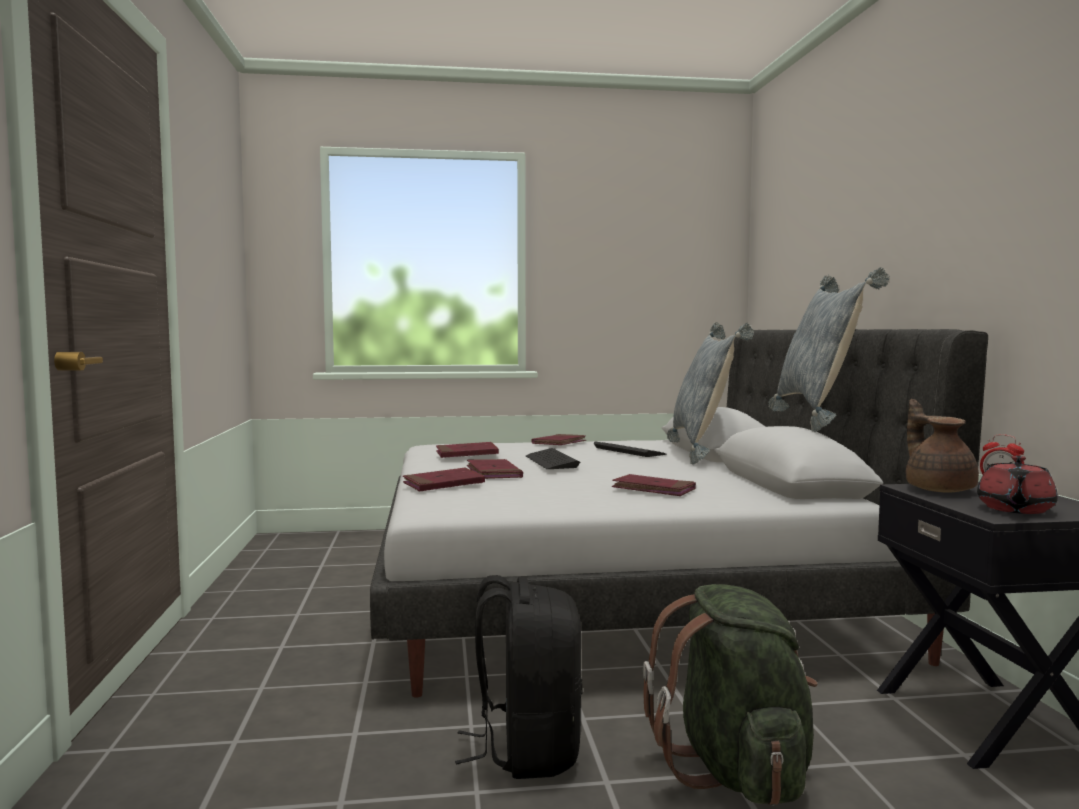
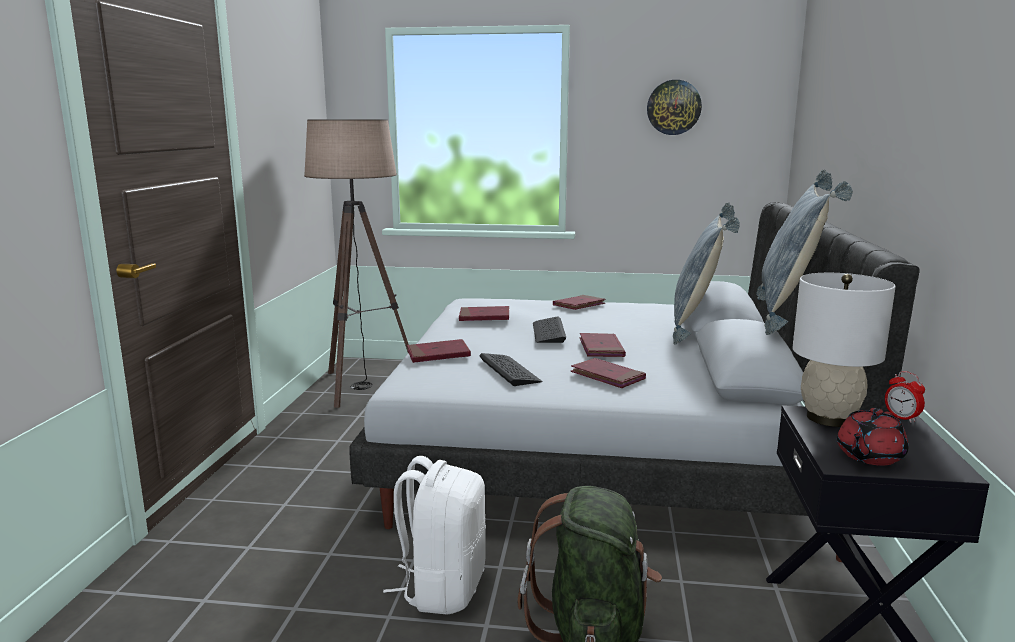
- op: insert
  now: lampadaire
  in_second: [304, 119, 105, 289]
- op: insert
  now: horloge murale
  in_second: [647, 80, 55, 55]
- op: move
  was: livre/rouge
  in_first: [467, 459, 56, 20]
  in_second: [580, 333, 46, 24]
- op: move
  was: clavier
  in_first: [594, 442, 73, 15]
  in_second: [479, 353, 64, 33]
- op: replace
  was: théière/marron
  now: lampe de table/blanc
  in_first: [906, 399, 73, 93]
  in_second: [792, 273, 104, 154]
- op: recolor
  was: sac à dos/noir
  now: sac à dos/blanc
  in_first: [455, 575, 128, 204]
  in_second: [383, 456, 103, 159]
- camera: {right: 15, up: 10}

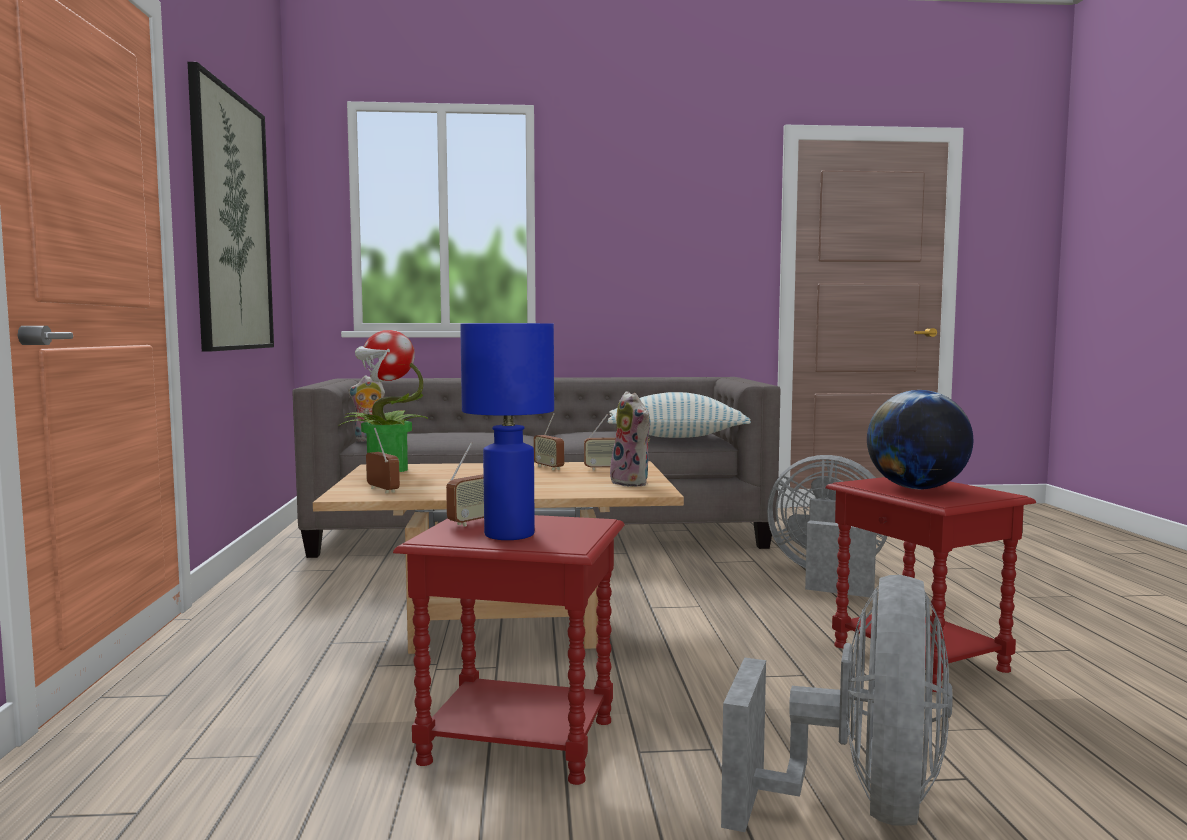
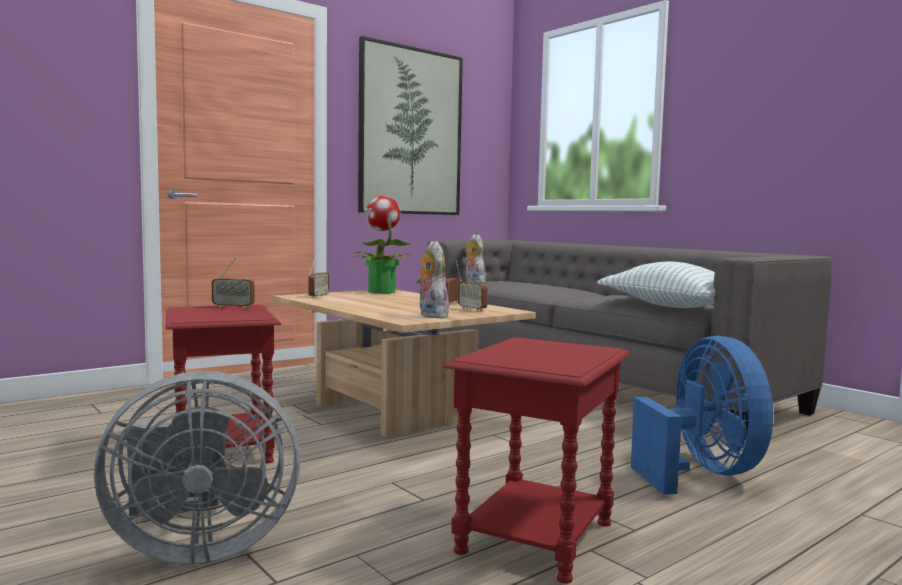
- op: delete
  was: lampe de table/bleu
  in_first: [460, 323, 94, 217]
- op: delete
  was: globe
  in_first: [867, 390, 106, 99]
- op: recolor
  was: ventilateur/gris
  now: ventilateur/bleu
  in_first: [767, 455, 120, 143]
  in_second: [631, 336, 142, 159]
- op: rotate
  was: peluche
  in_first: [607, 391, 43, 96]
  in_second: [416, 241, 33, 77]
  clockwise: 135
- camera: {right: 55, up: 0}

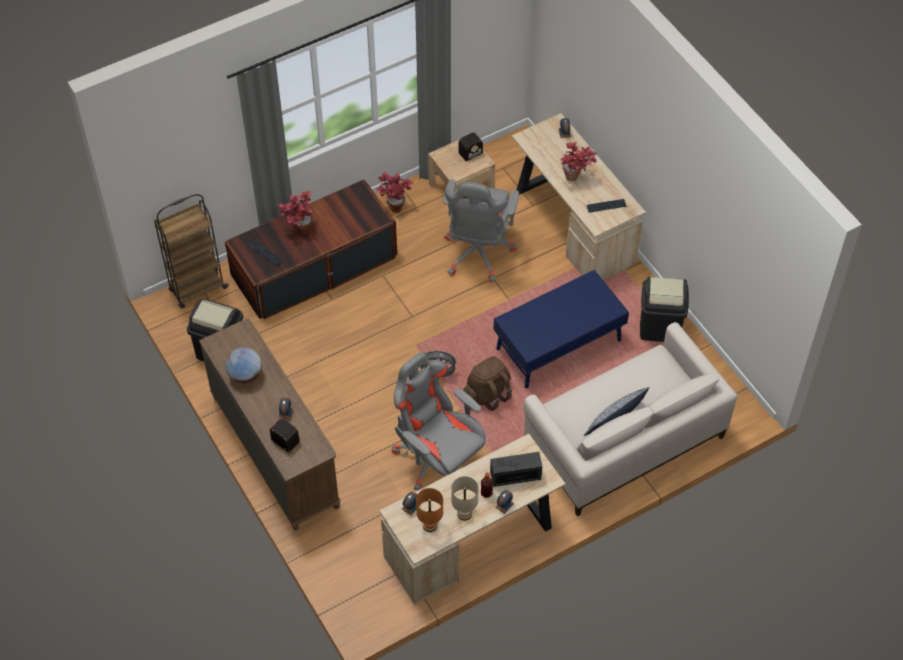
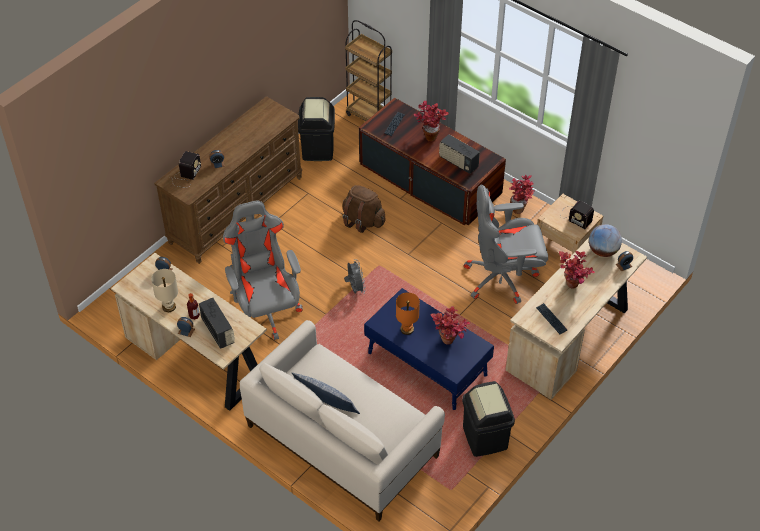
- op: insert
  now: plante en pot
  in_second: [430, 306, 40, 38]
- op: insert
  now: radio
  in_second: [439, 134, 41, 40]
- op: move
  was: globe
  in_first: [225, 347, 37, 37]
  in_second: [589, 224, 33, 33]
- op: move
  was: lampe de table/orange
  in_first: [416, 488, 27, 44]
  in_second: [396, 292, 24, 43]
- op: move
  was: sac à dos/marron
  in_first: [464, 356, 48, 55]
  in_second: [343, 185, 42, 48]
- op: rotate
  was: chaise de bureau/gris
  in_first: [392, 352, 94, 139]
  in_second: [223, 201, 80, 139]
  clockwise: -45
- camera: {right: 70, up: -5}

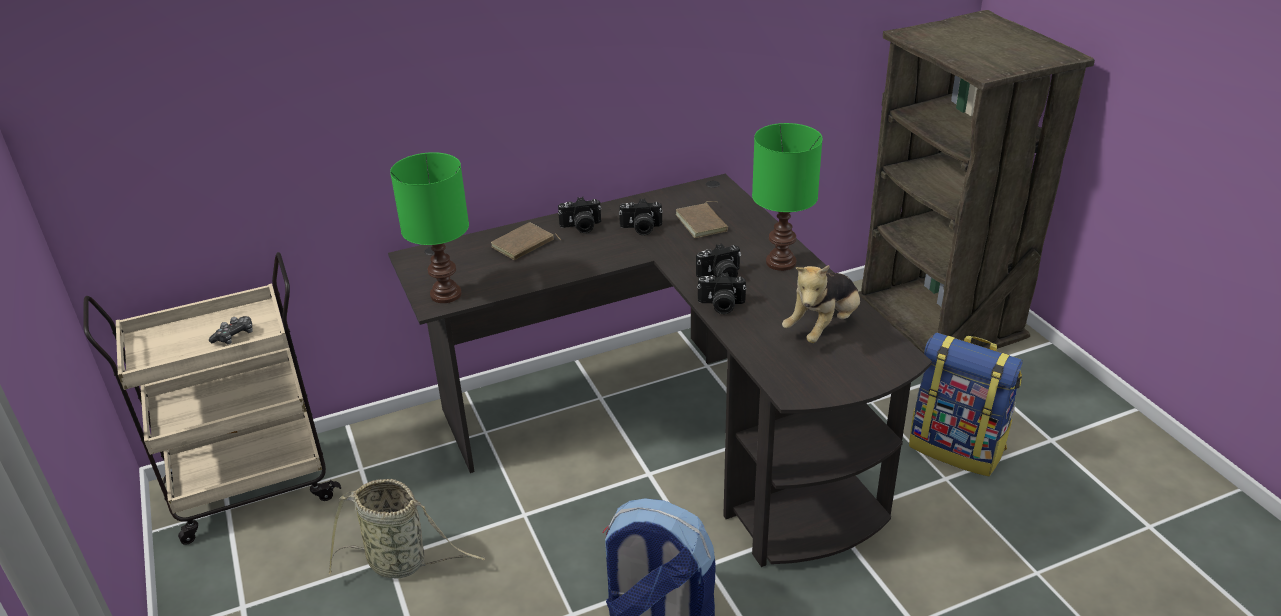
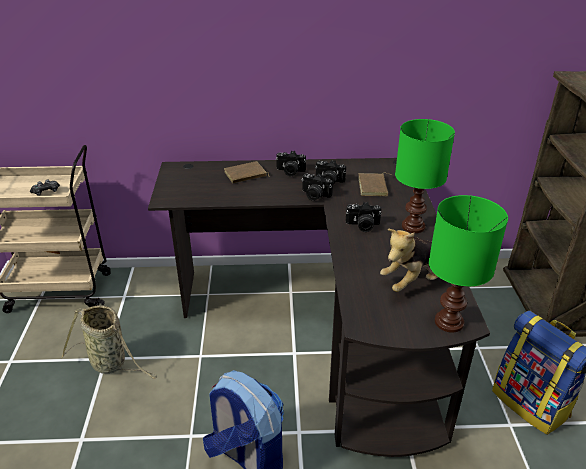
- op: move
  was: lampe de table/vert
  in_first: [390, 152, 79, 151]
  in_second: [429, 195, 79, 138]
- op: move
  was: appareil photo
  in_first: [697, 272, 49, 42]
  in_second: [302, 173, 31, 28]
- camera: {right: 20, up: 0}

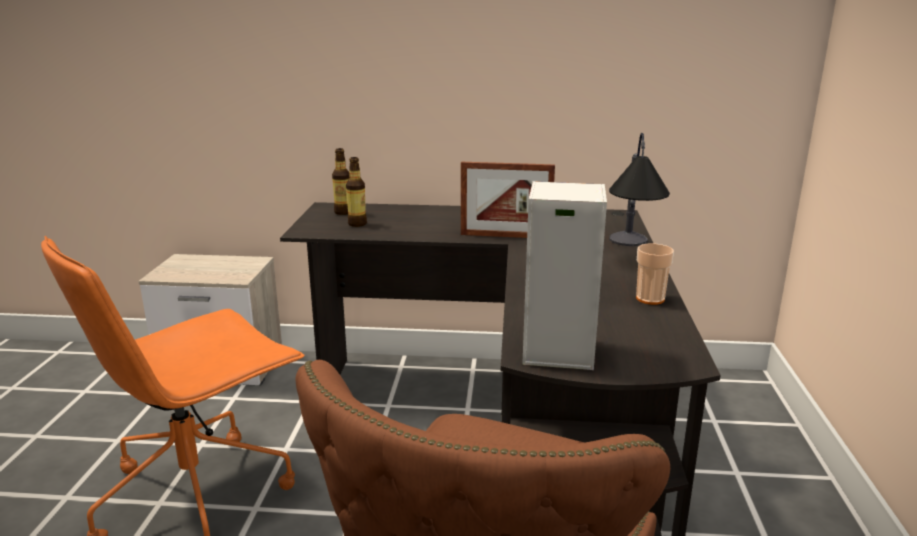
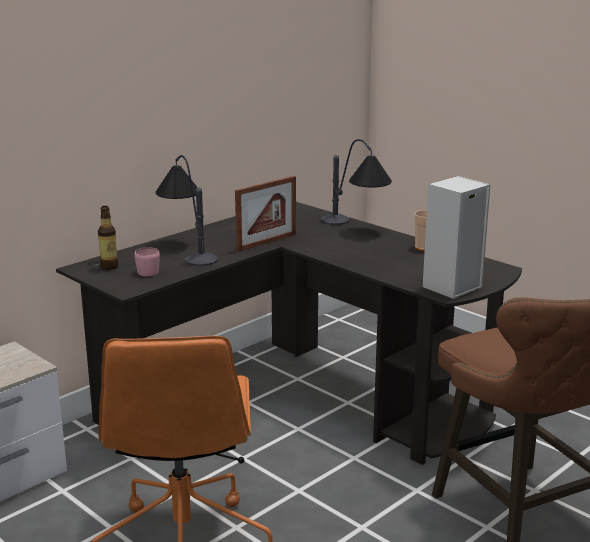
- op: insert
  now: lampe de table
  in_second: [156, 155, 62, 111]
- op: replace
  was: bouteille
  now: mug/rose
  in_first: [346, 157, 21, 70]
  in_second: [134, 248, 26, 28]
- camera: {right: -50, up: 0}

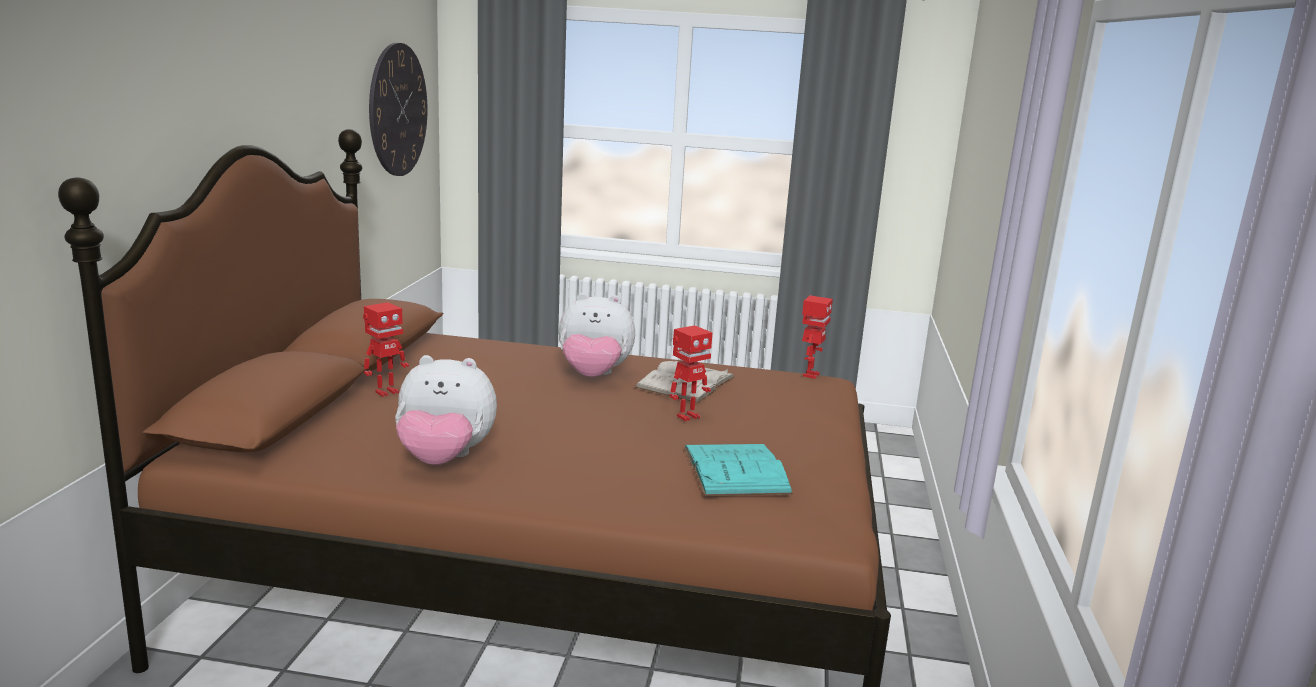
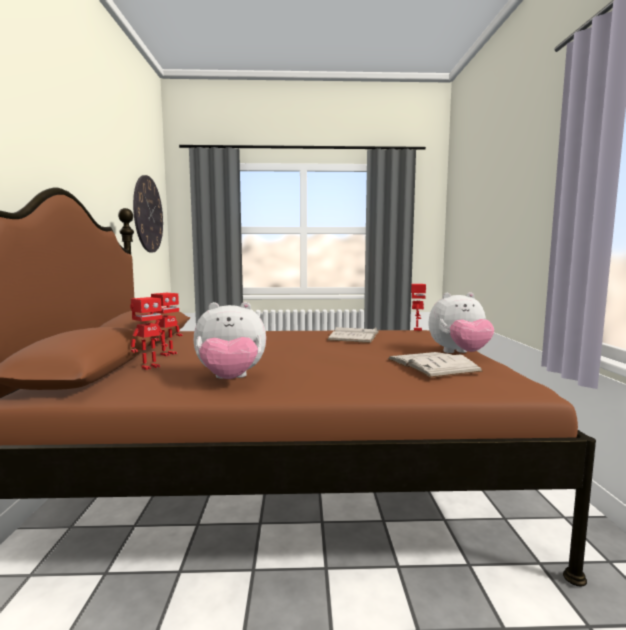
- op: move
  was: peluche
  in_first: [559, 293, 76, 84]
  in_second: [429, 292, 65, 61]
- op: move
  was: robot jouet
  in_first: [670, 325, 42, 97]
  in_second: [130, 297, 38, 73]
- op: recolor
  was: livre/turquoise
  now: livre/blanc
  in_first: [684, 444, 109, 52]
  in_second: [388, 352, 95, 26]
- camera: {right: -10, up: -10}

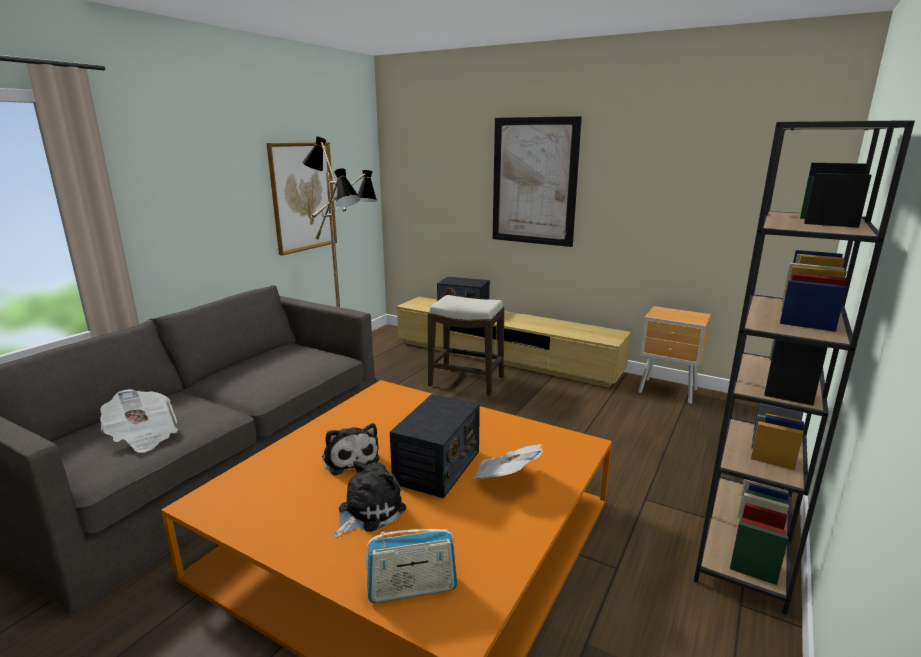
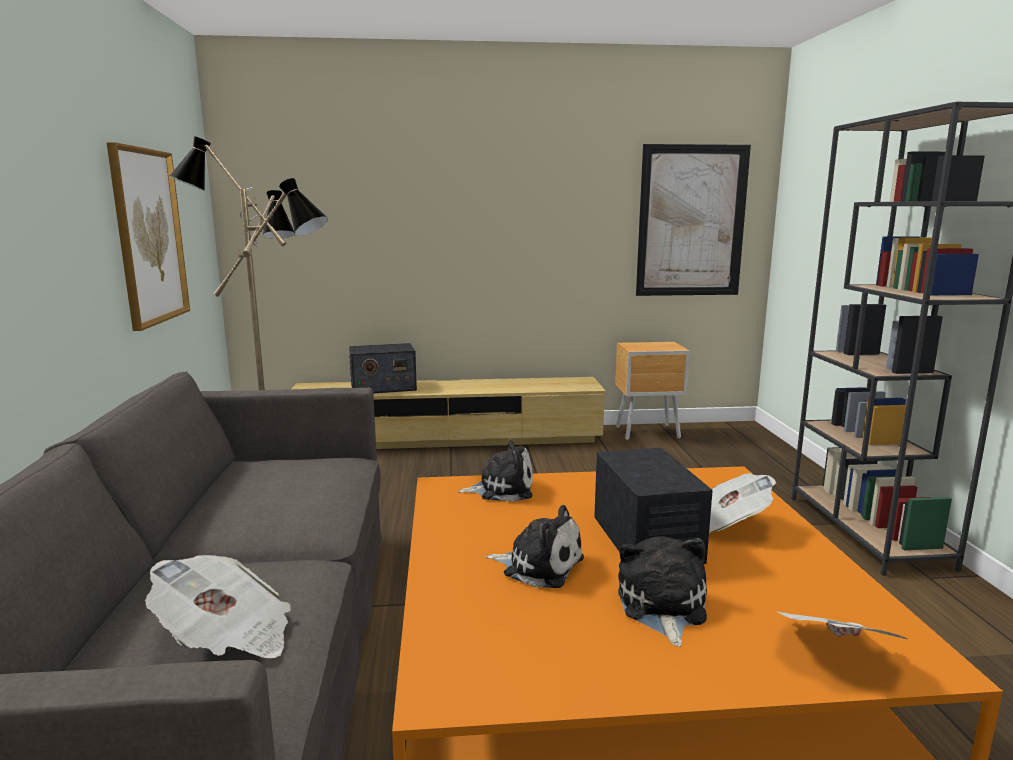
- op: delete
  was: tabouret
  in_first: [428, 295, 76, 100]
- op: insert
  now: peluche
  in_second: [457, 440, 76, 62]
- op: move
  was: tableau
  in_first: [493, 116, 89, 131]
  in_second: [636, 144, 115, 152]
- op: replace
  was: radio
  now: journal
  in_first: [366, 529, 92, 74]
  in_second: [777, 611, 130, 28]
- camera: {right: -35, up: -5}

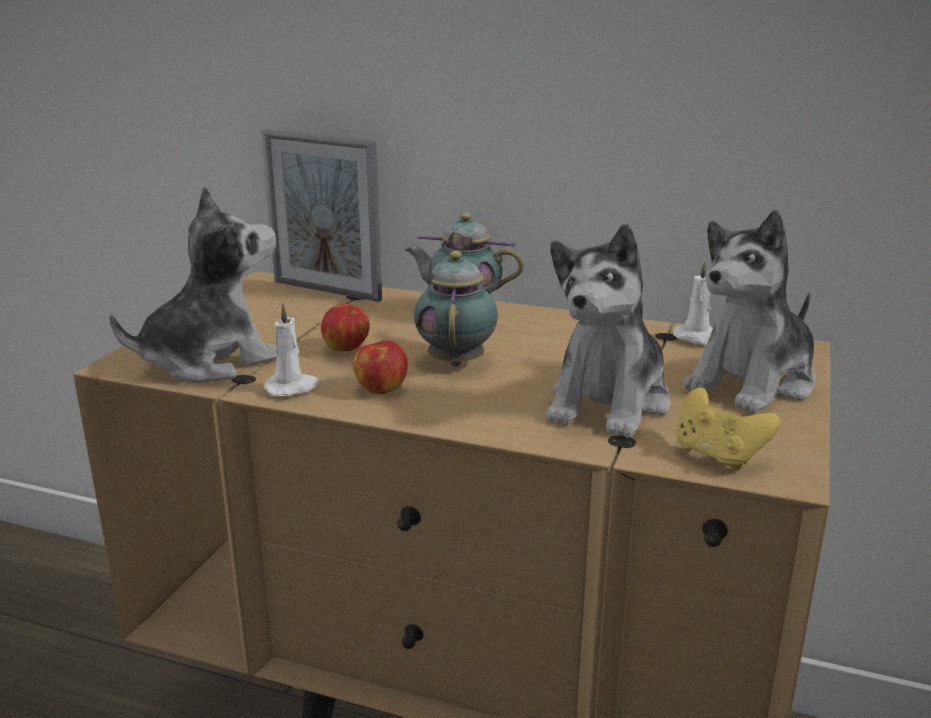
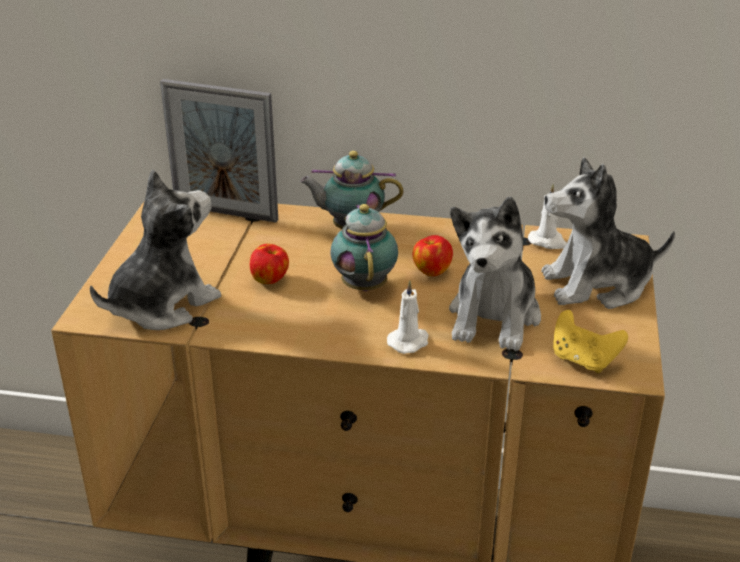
- op: move
  was: bougie/blanc
  in_first: [263, 302, 57, 95]
  in_second: [387, 280, 42, 74]
- op: move
  was: pomme
  in_first: [353, 340, 55, 54]
  in_second: [412, 235, 41, 41]
- op: rotate
  was: peluche
  in_first: [683, 210, 132, 204]
  in_second: [541, 157, 134, 152]
  clockwise: 45
- camera: {right: -10, up: 10}

